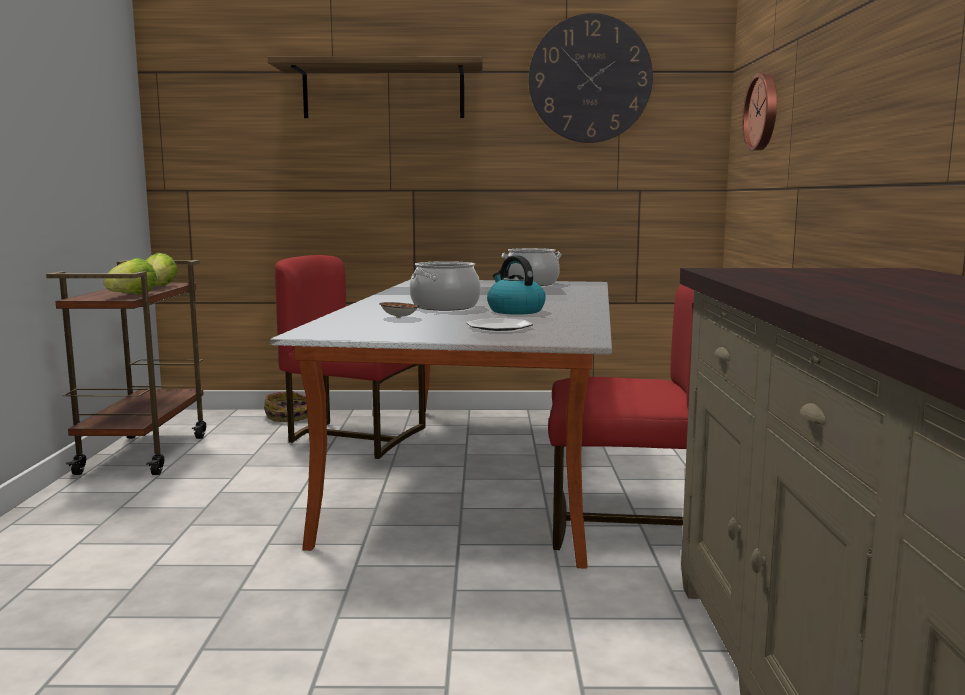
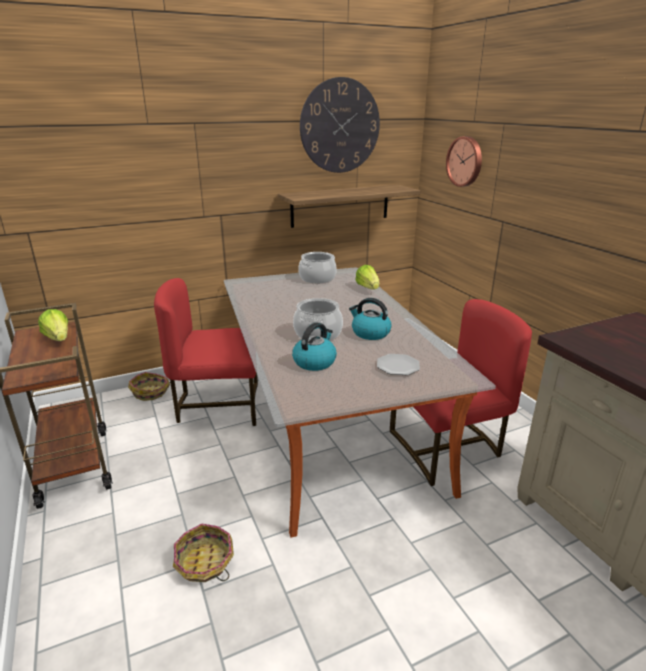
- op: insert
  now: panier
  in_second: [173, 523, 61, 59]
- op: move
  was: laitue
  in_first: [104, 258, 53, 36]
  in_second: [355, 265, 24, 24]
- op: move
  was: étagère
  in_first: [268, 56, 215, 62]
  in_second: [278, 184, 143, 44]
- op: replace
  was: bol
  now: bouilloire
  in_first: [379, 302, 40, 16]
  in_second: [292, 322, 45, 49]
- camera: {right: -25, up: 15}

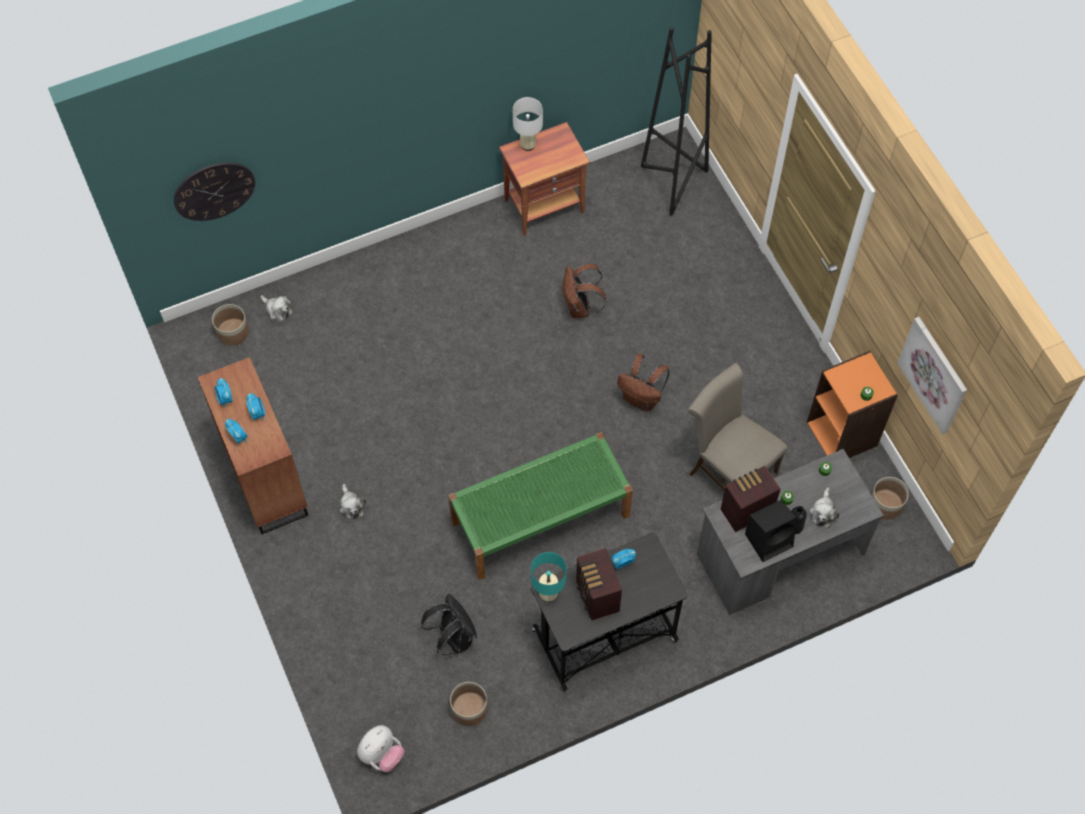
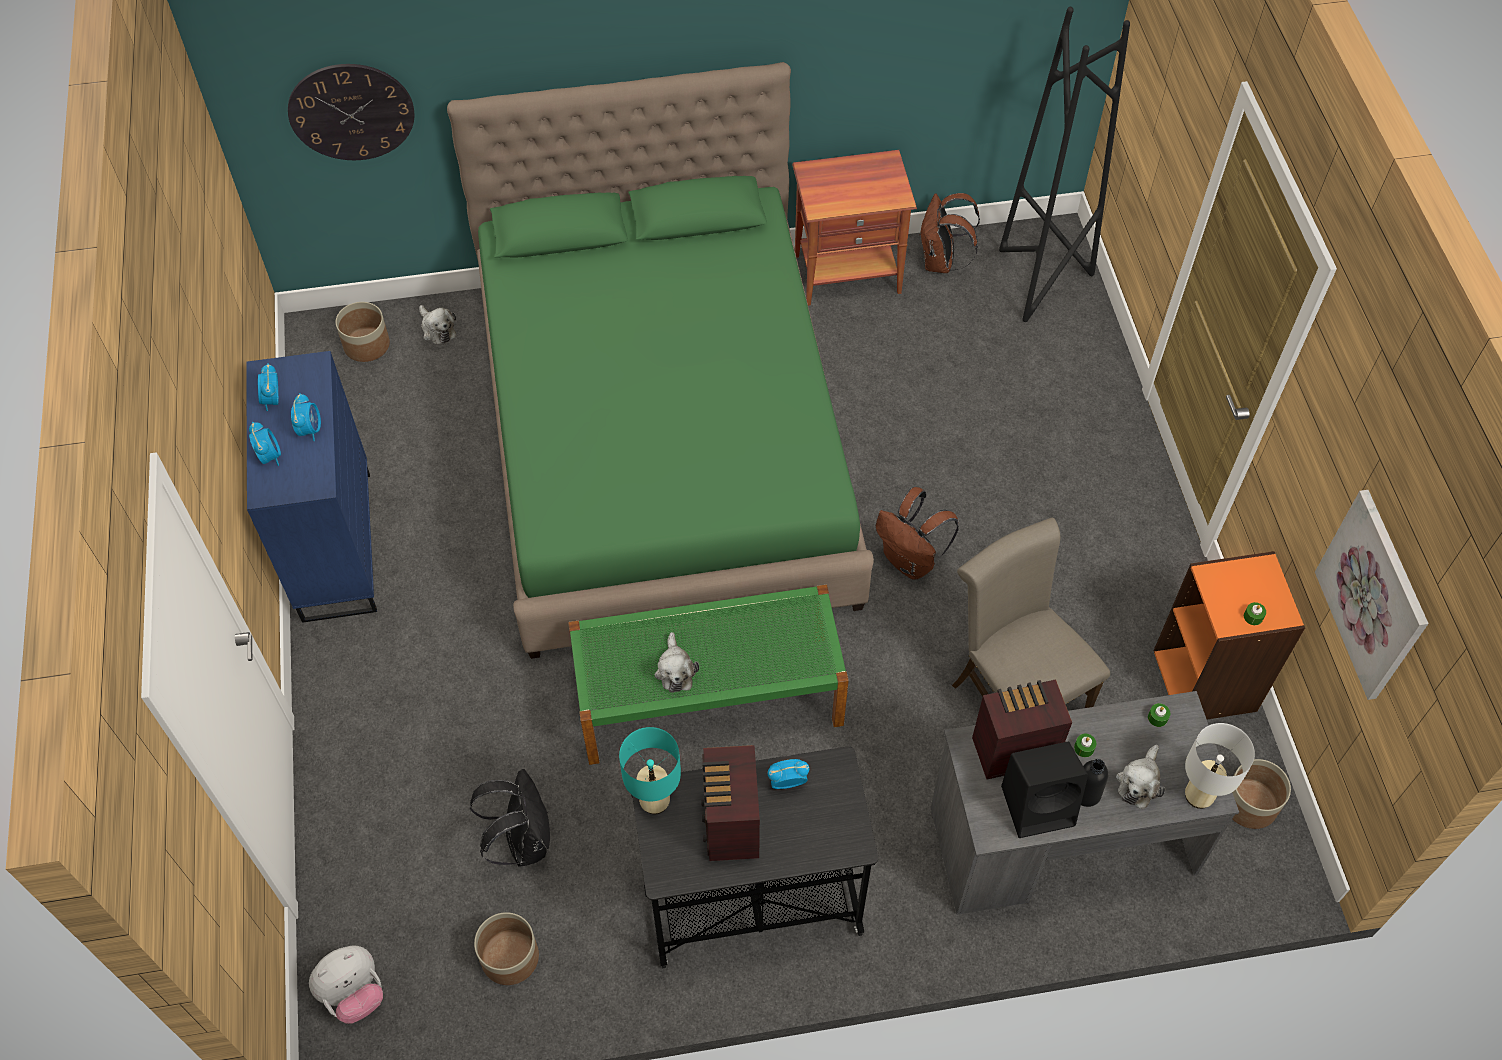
- op: insert
  now: lit/vert
  in_second: [447, 62, 427, 597]
- op: move
  was: peluche
  in_first: [340, 484, 26, 36]
  in_second: [655, 632, 44, 61]
- op: move
  was: lampe de table/blanc
  in_first: [513, 97, 30, 54]
  in_second: [1185, 723, 70, 86]
- op: move
  was: sac à dos/marron
  in_first: [563, 263, 44, 55]
  in_second: [919, 193, 61, 80]
- op: recolor
  was: commode/marron
  now: commode/bleu
  in_first: [198, 357, 110, 177]
  in_second: [246, 351, 131, 272]
- camera: {right: 15, up: -5}

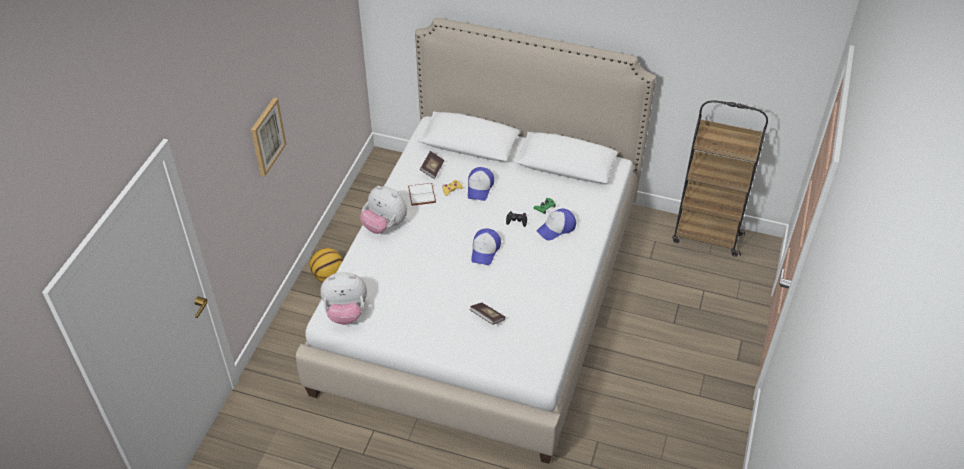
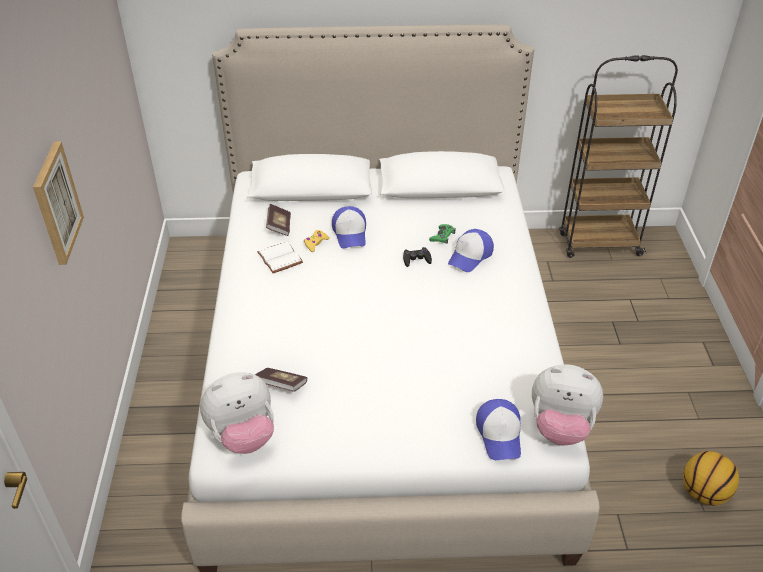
- op: move
  was: ballon de basket
  in_first: [310, 248, 33, 34]
  in_second: [683, 451, 56, 55]
- op: move
  was: peluche
  in_first: [360, 186, 47, 48]
  in_second: [532, 364, 71, 82]
- op: move
  was: livre
  in_first: [469, 303, 36, 22]
  in_second: [255, 368, 52, 24]
- op: move
  was: casquette
  in_first: [471, 228, 30, 37]
  in_second: [476, 399, 45, 61]
- camera: {right: -20, up: -5}

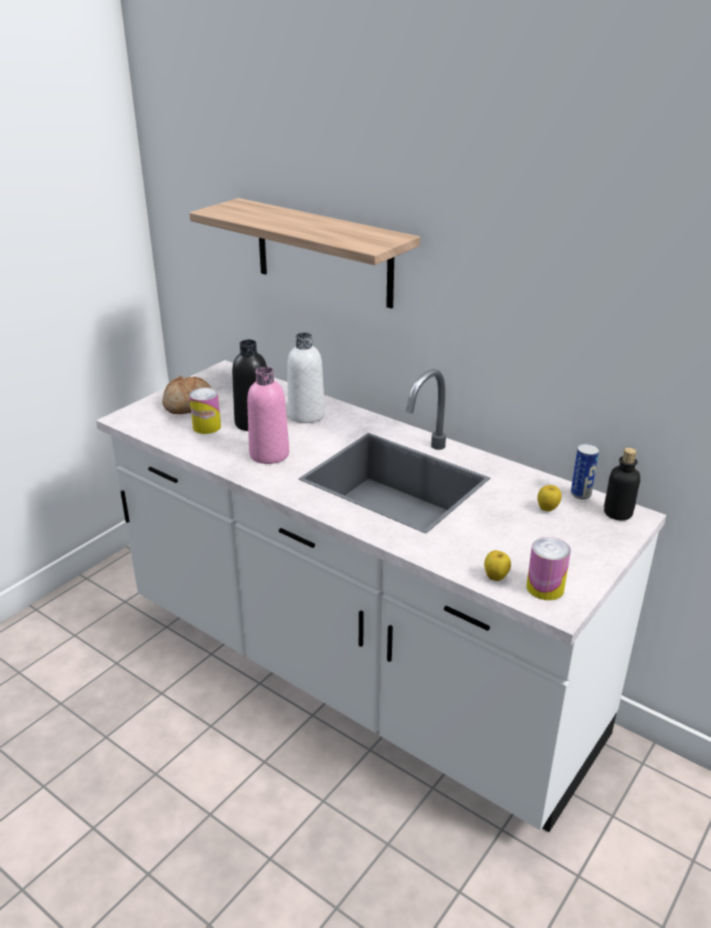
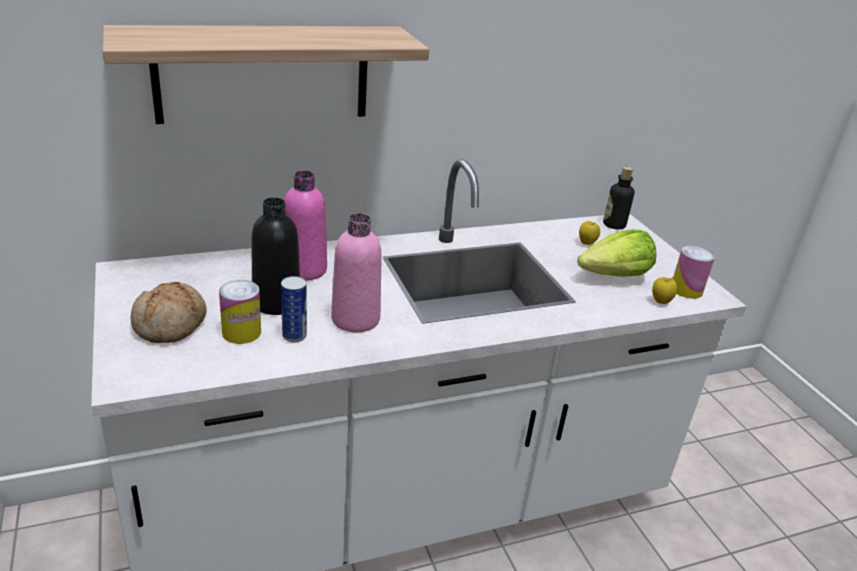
- op: insert
  now: laitue
  in_second: [577, 229, 80, 48]
- op: move
  was: boîte métallique
  in_first: [571, 444, 28, 56]
  in_second: [281, 276, 26, 66]
- op: recolor
  was: bouteille/blanc
  now: bouteille/rose
  in_first: [287, 333, 38, 90]
  in_second: [284, 171, 43, 109]
- camera: {right: -60, up: 0}

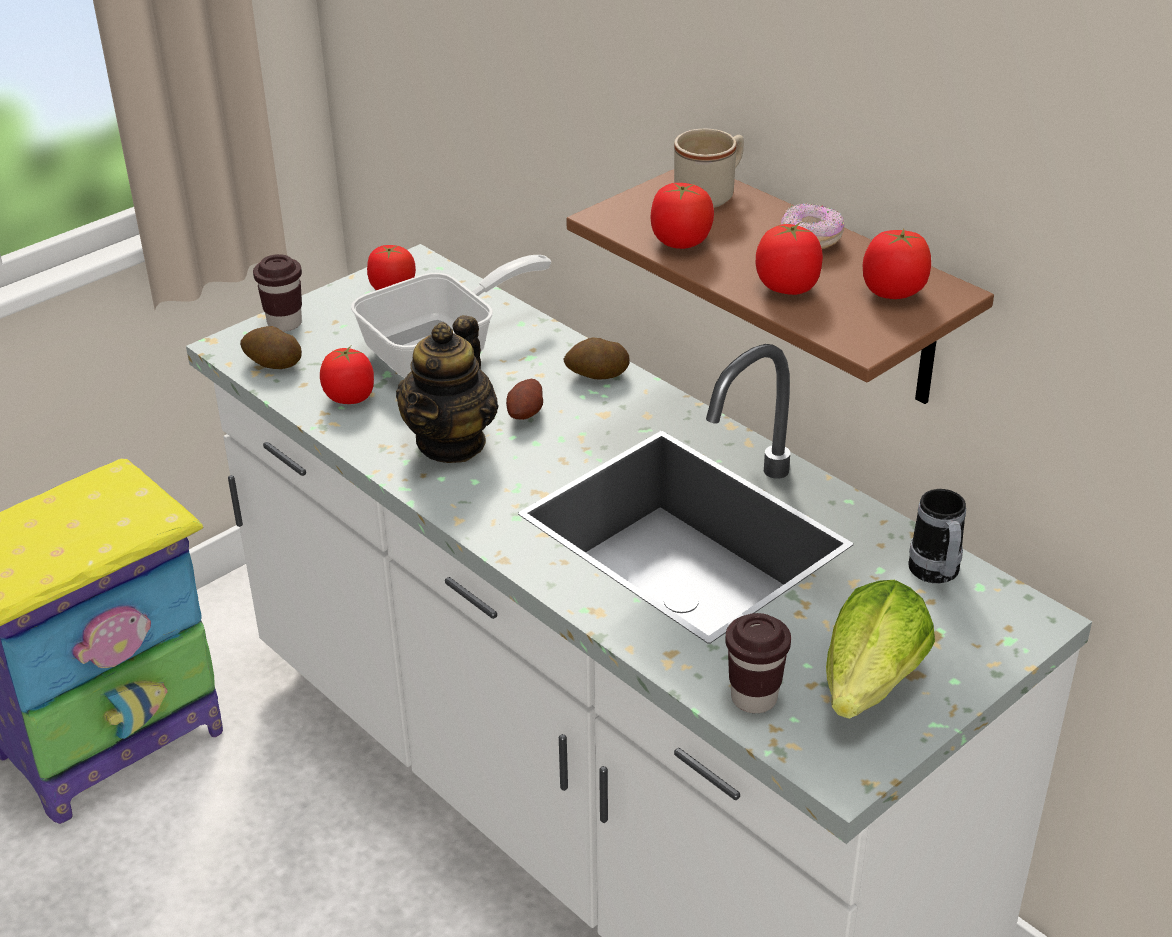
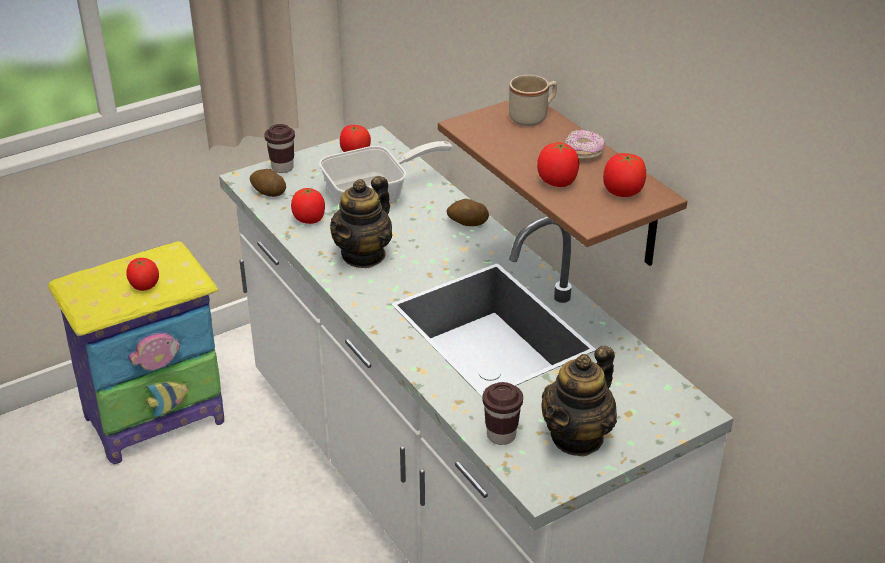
- op: delete
  was: pomme de terre
  in_first: [506, 379, 37, 41]
- op: delete
  was: mug
  in_first: [908, 489, 58, 94]
- op: move
  was: tomate
  in_first: [650, 183, 64, 66]
  in_second: [126, 258, 33, 33]
- op: replace
  was: laitue
  now: théière
  in_first: [826, 580, 109, 139]
  in_second: [542, 345, 75, 112]
- camera: {right: 10, up: 0}

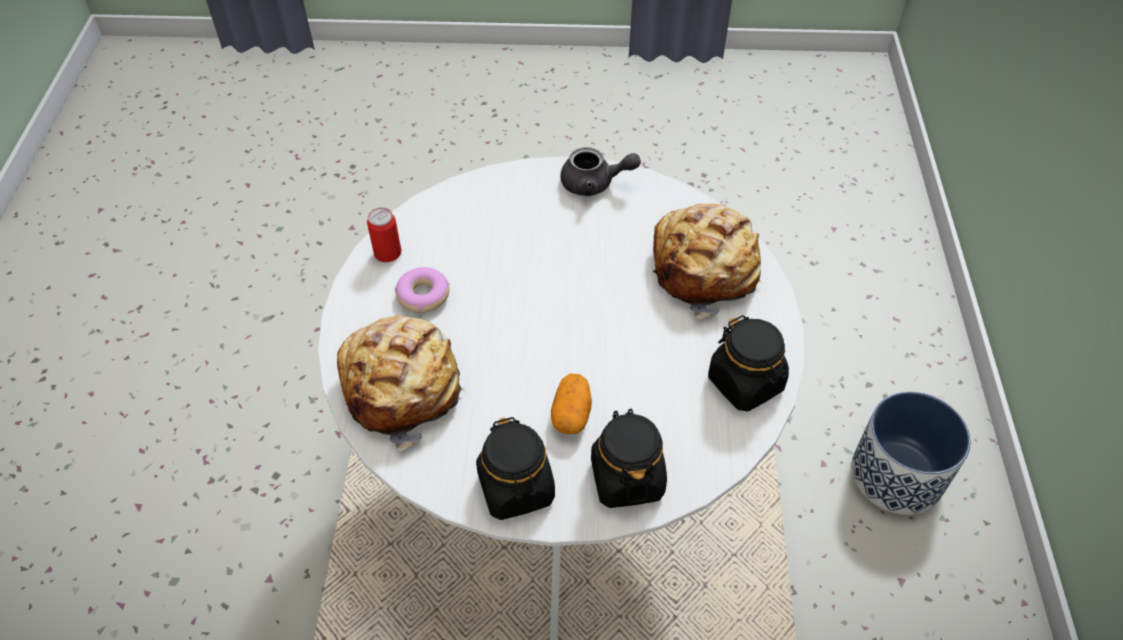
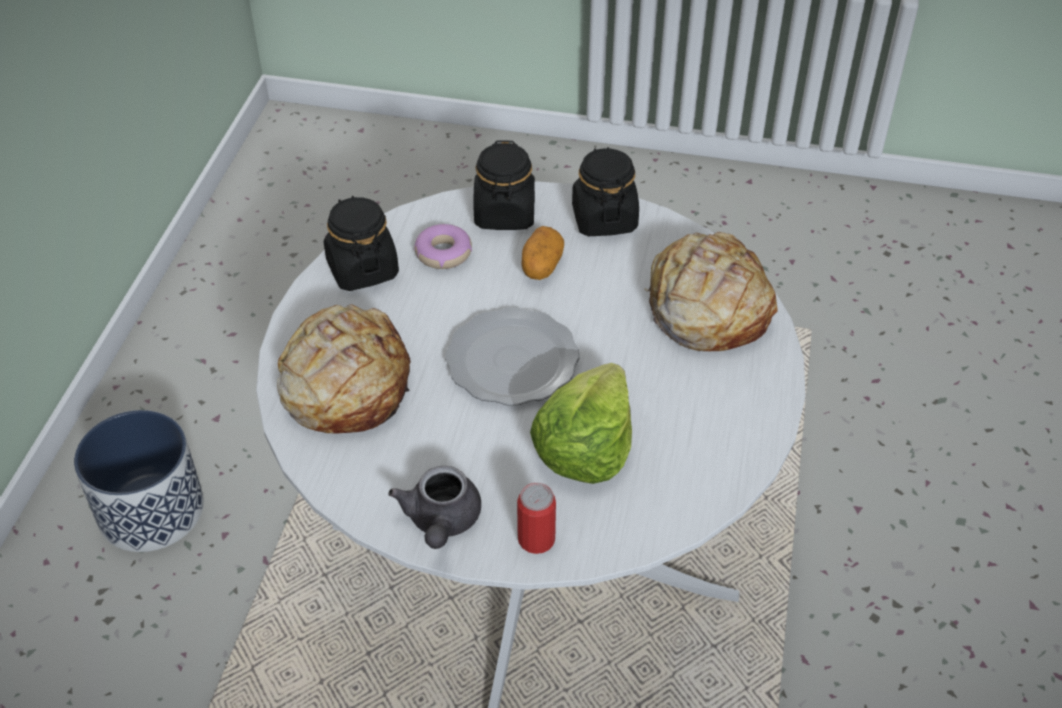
- op: insert
  now: assiette
  in_second: [445, 307, 135, 99]
- op: insert
  now: laitue
  in_second: [530, 363, 102, 121]
- op: move
  was: boîte métallique
  in_first: [367, 207, 35, 55]
  in_second: [517, 483, 39, 71]
- op: move
  was: beignet
  in_first: [395, 267, 54, 46]
  in_second: [414, 224, 58, 45]
- op: rotate
  was: théière/gris
  in_first: [560, 147, 81, 49]
  in_second: [388, 466, 93, 83]
  clockwise: -105
- camera: {right: -170, up: -5}

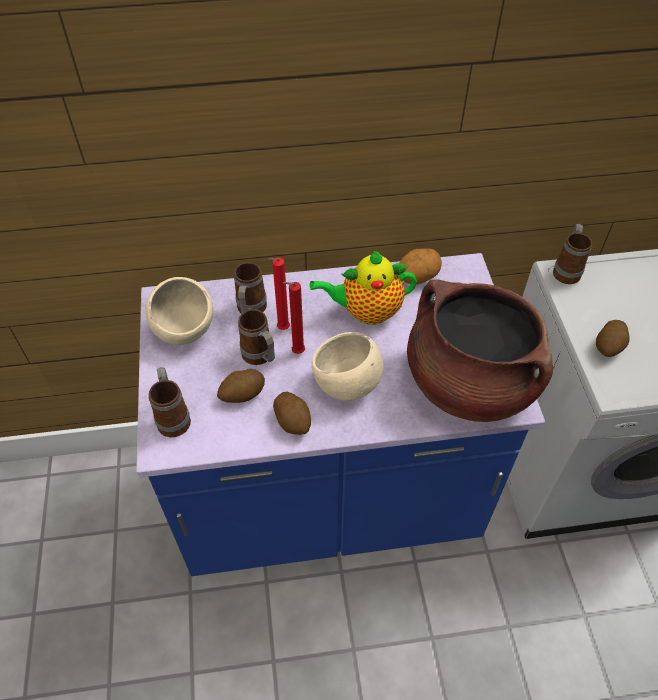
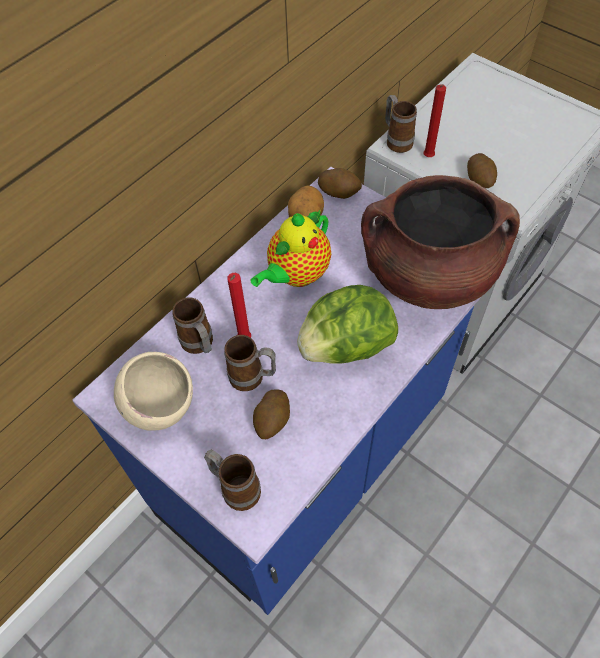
- op: move
  was: pomme de terre
  in_first: [273, 392, 38, 43]
  in_second: [318, 168, 44, 31]
- op: move
  was: bougie/rouge
  in_first: [283, 282, 22, 72]
  in_second: [424, 84, 22, 73]
- op: replace
  was: bol/beige
  now: laitue
  in_first: [312, 332, 72, 69]
  in_second: [297, 285, 101, 79]
- camera: {right: -40, up: 5}

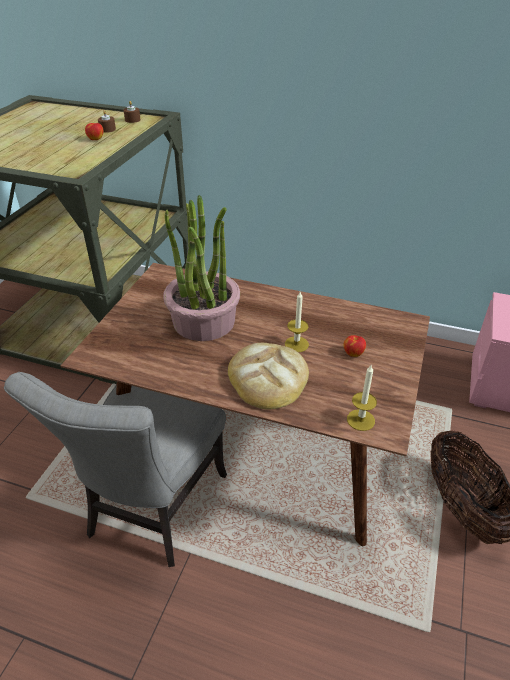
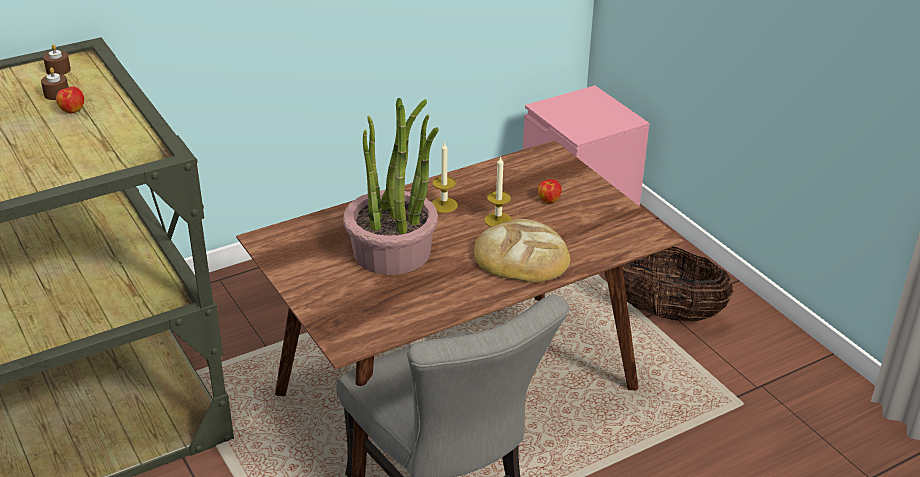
- op: move
  was: bougie
  in_first: [347, 365, 30, 66]
  in_second: [432, 141, 26, 72]
- camera: {right: -50, up: -5}

